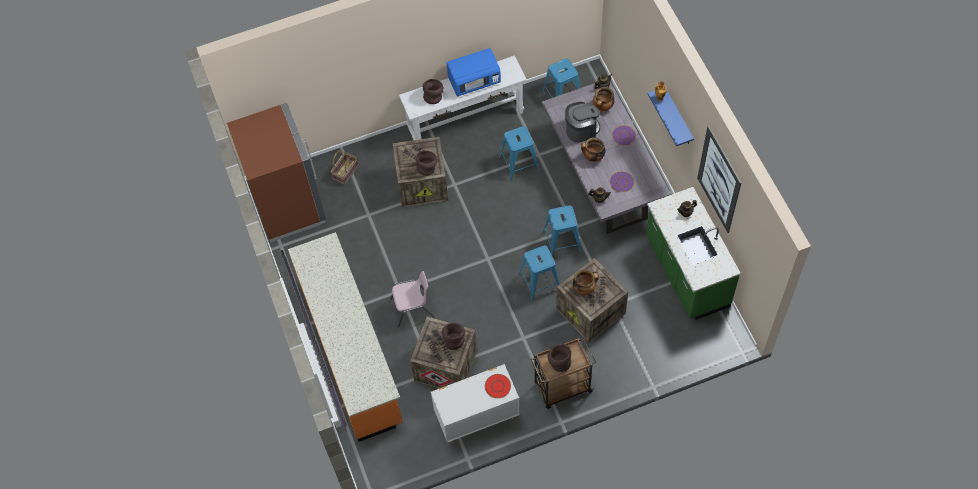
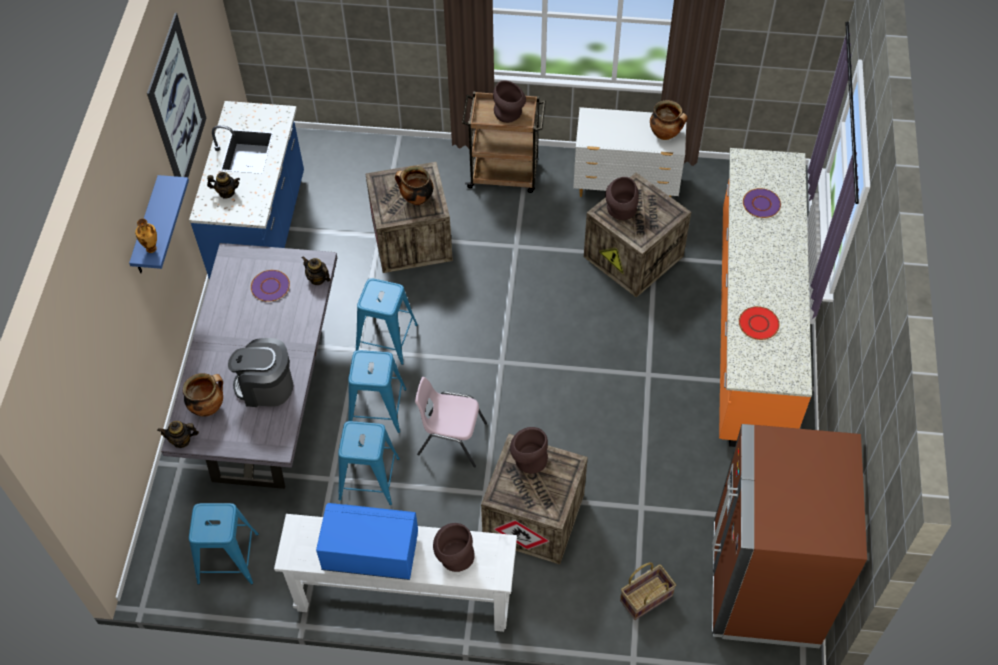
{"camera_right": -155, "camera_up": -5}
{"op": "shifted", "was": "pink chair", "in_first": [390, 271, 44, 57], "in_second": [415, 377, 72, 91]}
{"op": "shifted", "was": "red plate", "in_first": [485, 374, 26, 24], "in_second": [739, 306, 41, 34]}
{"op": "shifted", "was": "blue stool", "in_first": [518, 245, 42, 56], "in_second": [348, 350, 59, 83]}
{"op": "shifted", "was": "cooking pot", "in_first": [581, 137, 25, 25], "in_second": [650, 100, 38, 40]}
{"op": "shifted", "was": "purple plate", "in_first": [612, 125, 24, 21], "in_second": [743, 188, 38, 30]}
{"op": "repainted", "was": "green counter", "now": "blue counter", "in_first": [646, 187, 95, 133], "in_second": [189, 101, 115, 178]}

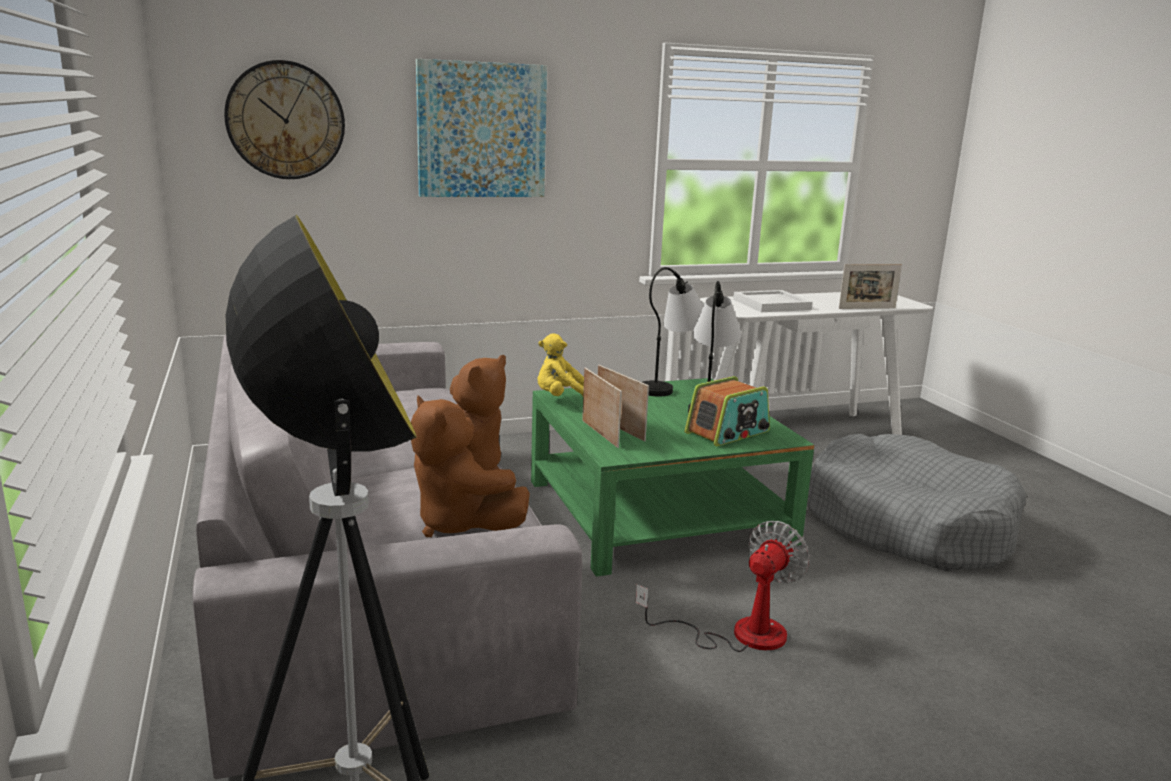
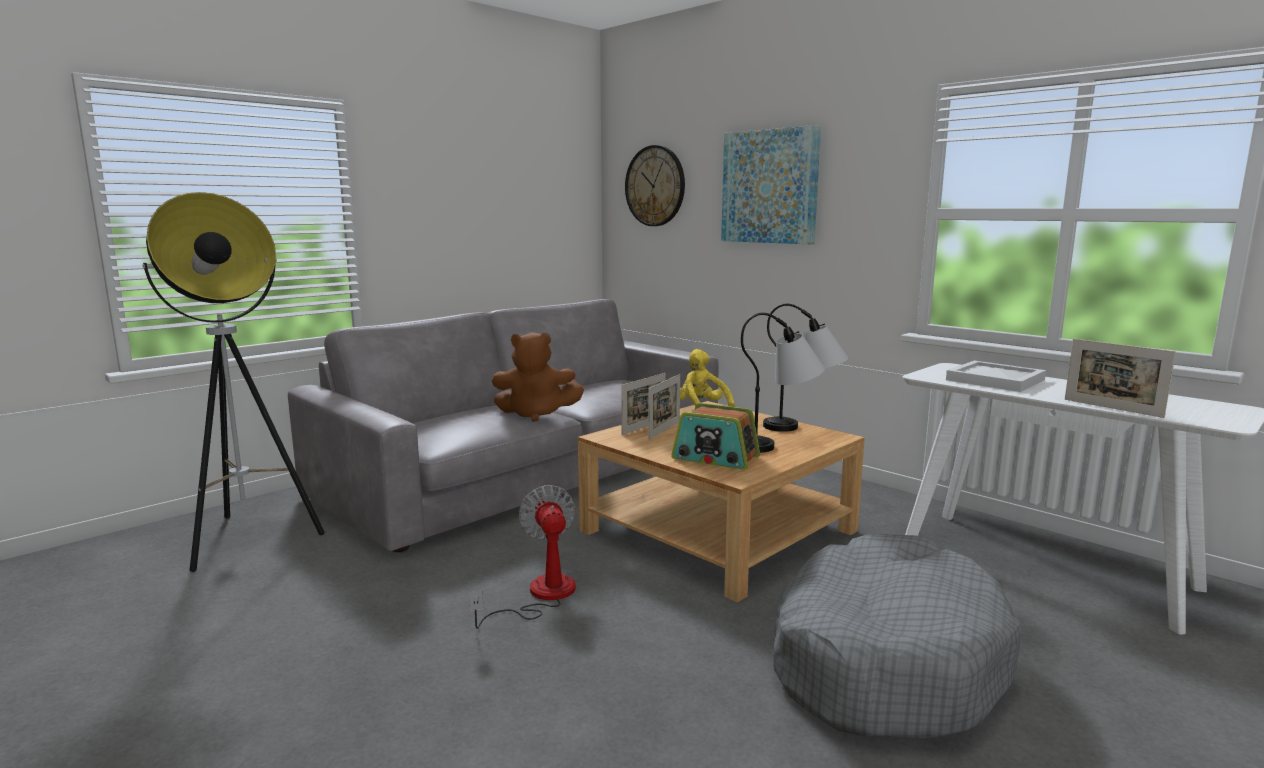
{"camera_right": 65, "camera_up": -5}
{"op": "gone", "was": "brown plush toy", "in_first": [411, 396, 119, 141]}
{"op": "repainted", "was": "green coffee table", "now": "beige coffee table", "in_first": [531, 378, 283, 199], "in_second": [578, 401, 287, 202]}
{"op": "rotated", "was": "fan", "in_first": [635, 521, 175, 131], "in_second": [468, 485, 108, 144], "clockwise": -120}

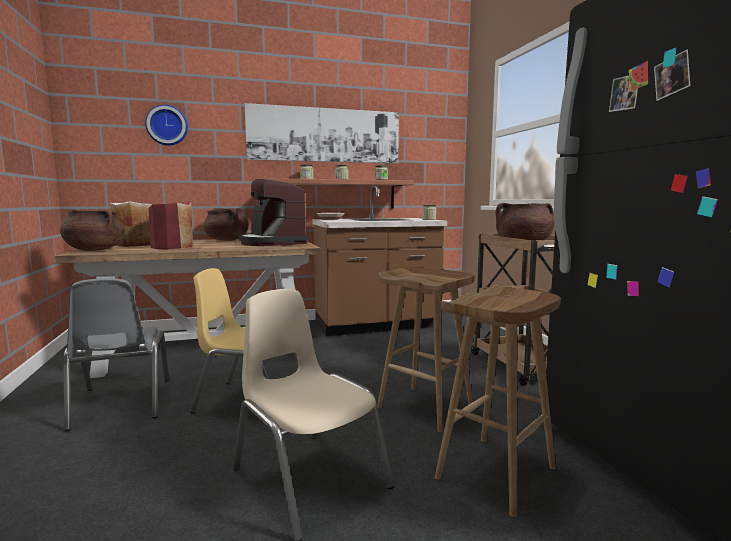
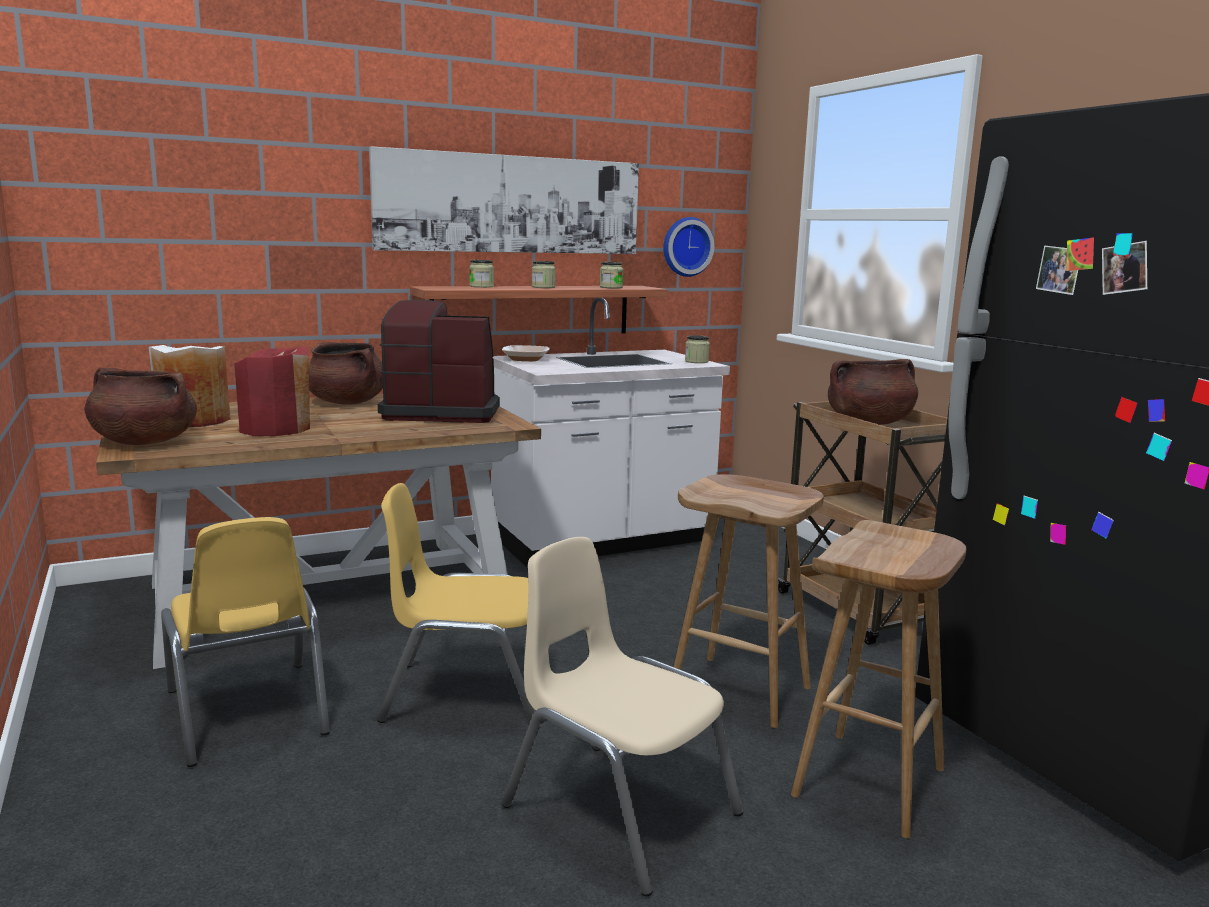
{"camera_right": -10, "camera_up": 5}
{"op": "shifted", "was": "wall clock", "in_first": [145, 105, 43, 41], "in_second": [663, 217, 51, 60]}
{"op": "repainted", "was": "grey chair", "now": "yellow chair", "in_first": [63, 278, 106, 153], "in_second": [161, 517, 169, 250]}
{"op": "repainted", "was": "brown counter", "now": "white counter", "in_first": [312, 185, 135, 151], "in_second": [491, 298, 239, 269]}
{"op": "rotated", "was": "coffee machine", "in_first": [239, 179, 69, 67], "in_second": [378, 300, 122, 123], "clockwise": 135}

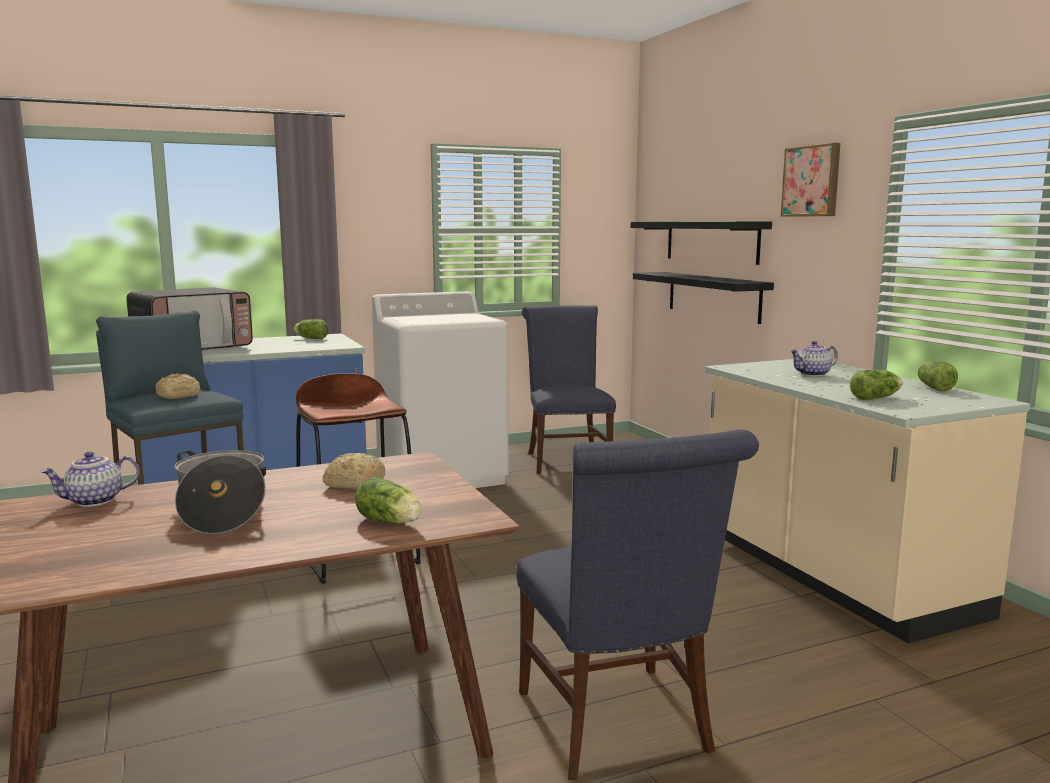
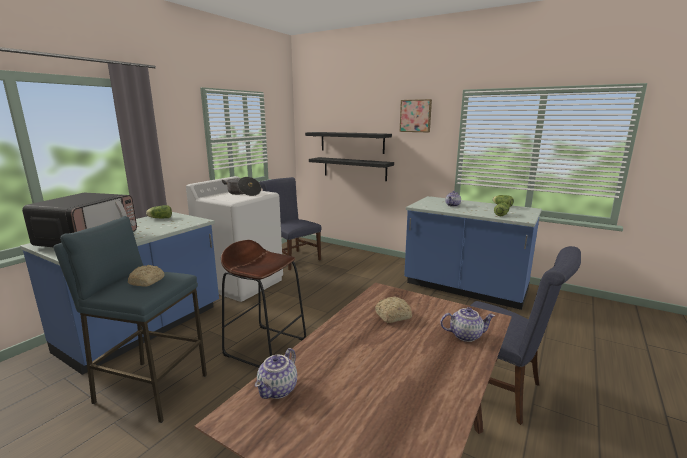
{"camera_right": -35, "camera_up": 5}
{"op": "shifted", "was": "cooking pot", "in_first": [174, 450, 92, 84], "in_second": [222, 177, 39, 19]}
{"op": "swapped", "was": "lettuce", "now": "teapot", "in_first": [355, 477, 66, 47], "in_second": [440, 307, 55, 35]}
{"op": "repainted", "was": "beige counter", "now": "blue counter", "in_first": [705, 359, 325, 284], "in_second": [404, 196, 138, 114]}

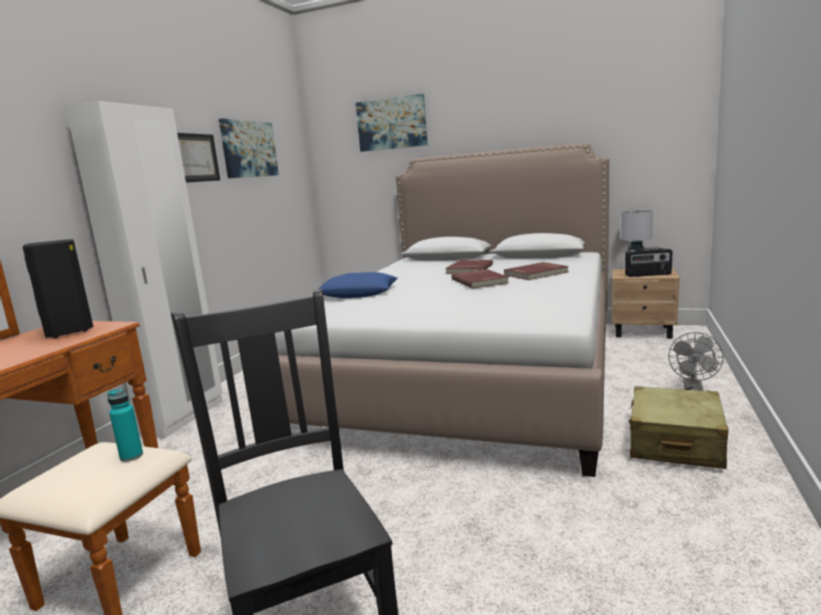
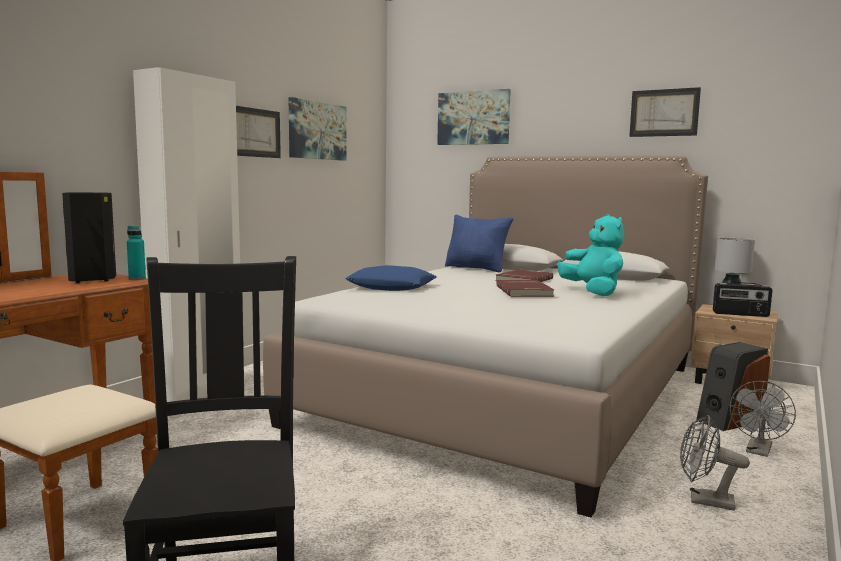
{"camera_right": 10, "camera_up": -5}
{"op": "new", "now": "blue pillow", "in_second": [445, 215, 69, 57]}
{"op": "new", "now": "picture", "in_second": [629, 87, 72, 50]}
{"op": "new", "now": "speaker", "in_second": [696, 342, 74, 89]}
{"op": "shifted", "was": "turquoise bottle", "in_first": [107, 389, 36, 73], "in_second": [127, 226, 19, 54]}
{"op": "swapped", "was": "red book", "now": "turquoise plush toy", "in_first": [504, 262, 65, 18], "in_second": [557, 214, 67, 82]}
{"op": "swapped", "was": "beige suitcase", "now": "grey fan", "in_first": [629, 386, 100, 83], "in_second": [680, 415, 70, 96]}

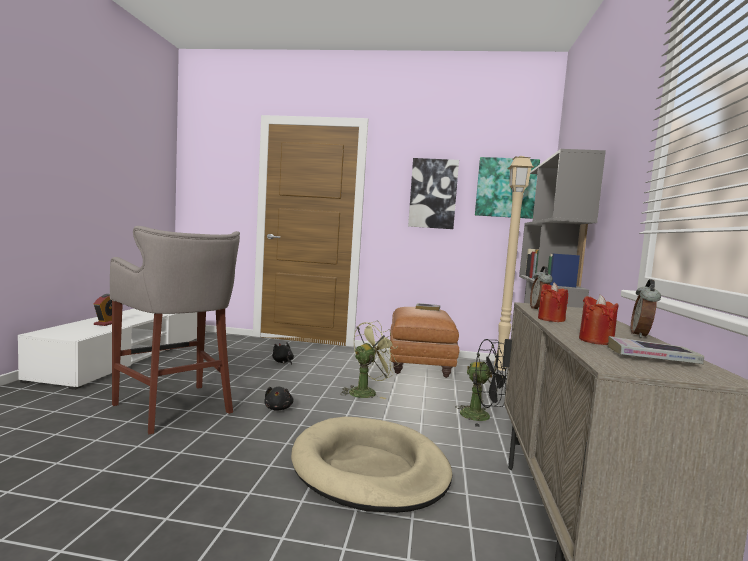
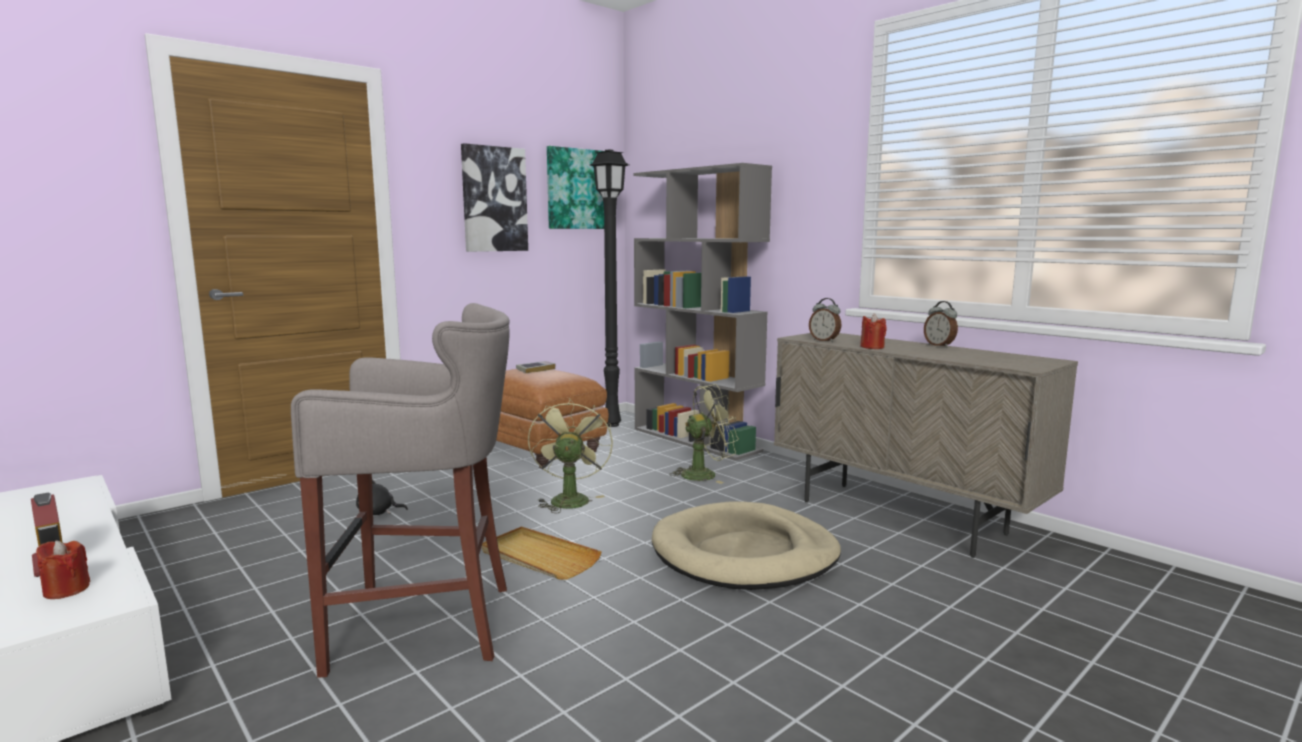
{"camera_right": -50, "camera_up": 5}
{"op": "gone", "was": "book", "in_first": [608, 336, 96, 28]}
{"op": "shifted", "was": "red candle", "in_first": [579, 295, 39, 50], "in_second": [36, 540, 54, 59]}
{"op": "swapped", "was": "black plush toy", "now": "beige tray", "in_first": [264, 387, 30, 24], "in_second": [482, 526, 120, 54]}
{"op": "repainted", "was": "black fan", "now": "green fan", "in_first": [455, 339, 52, 88], "in_second": [669, 384, 70, 100]}
{"op": "repainted", "was": "beige floor lamp", "now": "black floor lamp", "in_first": [494, 156, 41, 215], "in_second": [590, 149, 39, 278]}

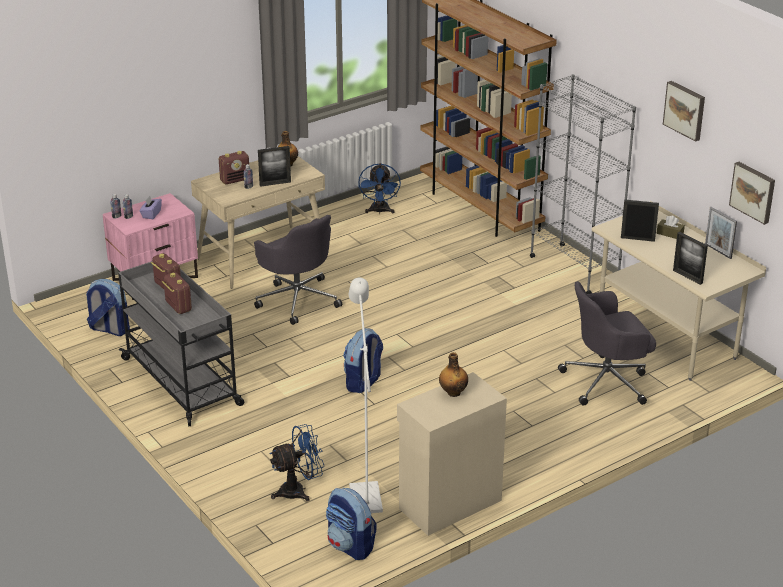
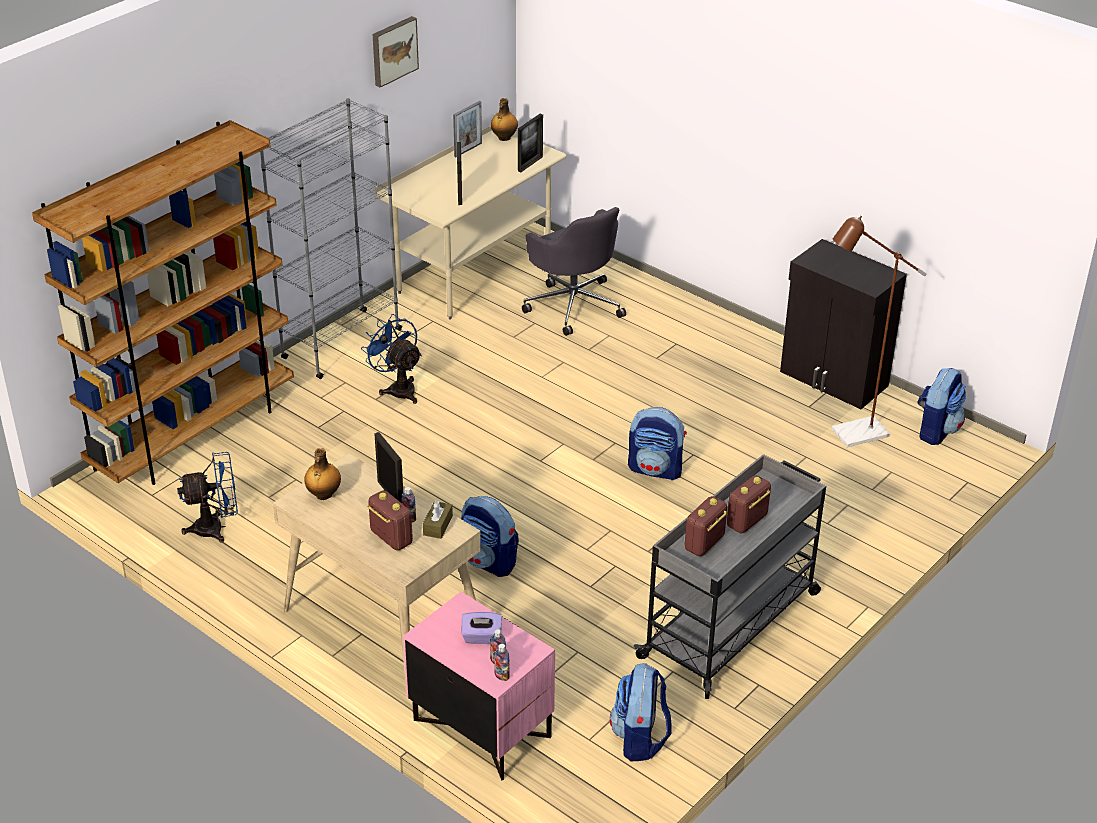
{"camera_right": -105, "camera_up": 5}
{"op": "gone", "was": "picture", "in_first": [729, 162, 46, 63]}
{"op": "shifted", "was": "blue fan", "in_first": [270, 424, 54, 78], "in_second": [361, 314, 61, 90]}
{"op": "shifted", "was": "bottle", "in_first": [439, 352, 29, 45], "in_second": [491, 98, 27, 43]}
{"op": "shifted", "was": "brown tissue box", "in_first": [657, 215, 28, 24], "in_second": [423, 500, 30, 39]}
{"op": "swapped", "was": "grey office chair", "now": "backpack", "in_first": [254, 215, 88, 110], "in_second": [461, 496, 58, 81]}
{"op": "repainted", "was": "white floor lamp", "now": "brown floor lamp", "in_first": [349, 278, 34, 235], "in_second": [832, 216, 95, 232]}
{"op": "repainted", "was": "beige cabinet", "now": "black cabinet", "in_first": [397, 372, 110, 164], "in_second": [780, 239, 127, 170]}

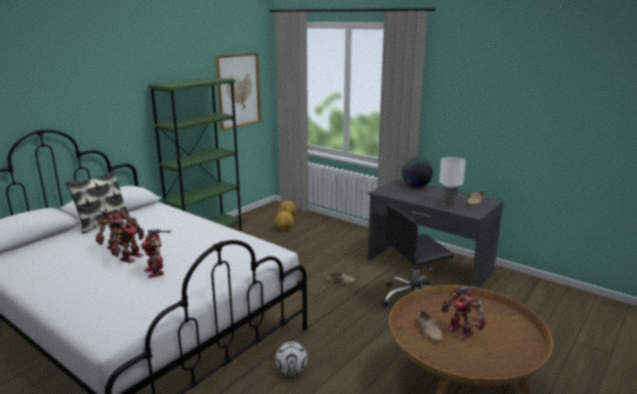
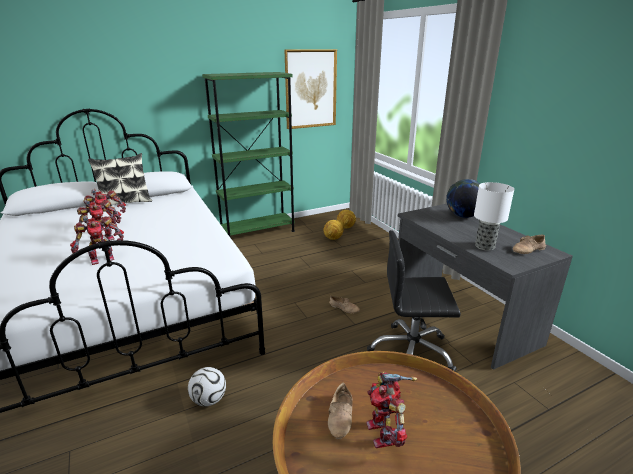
{"camera_right": 25, "camera_up": 5}
{"op": "rotated", "was": "toy robot", "in_first": [141, 229, 31, 49], "in_second": [70, 215, 54, 50], "clockwise": -120}

